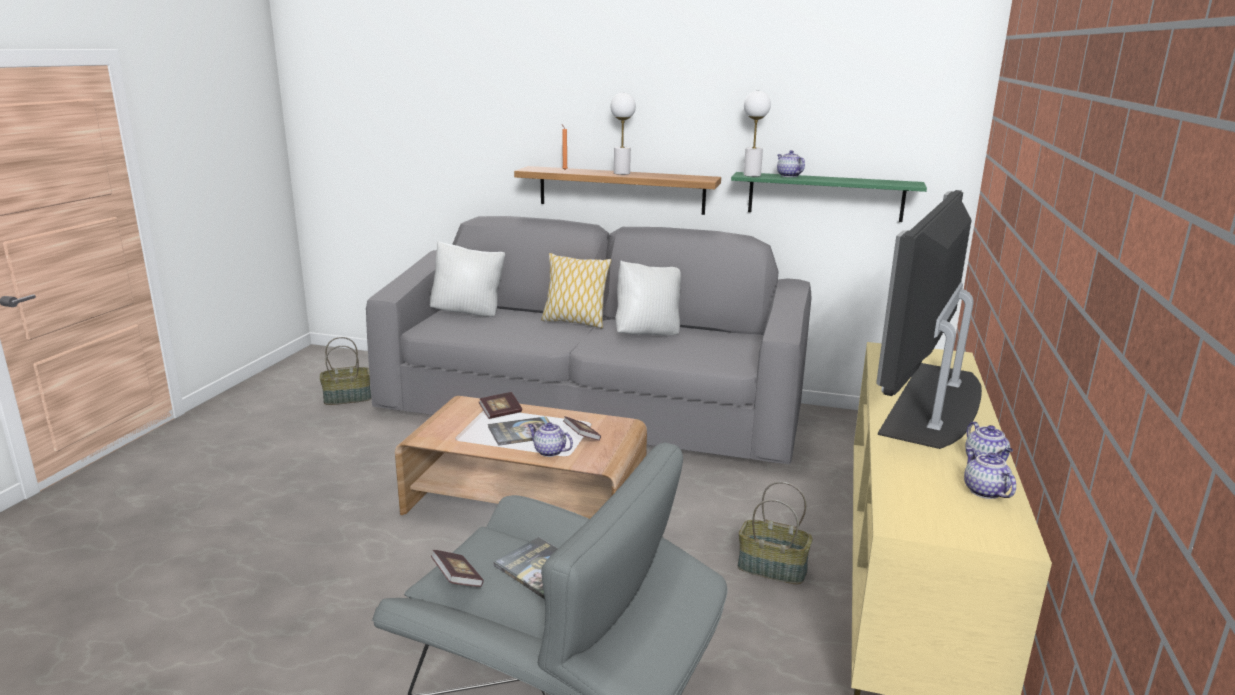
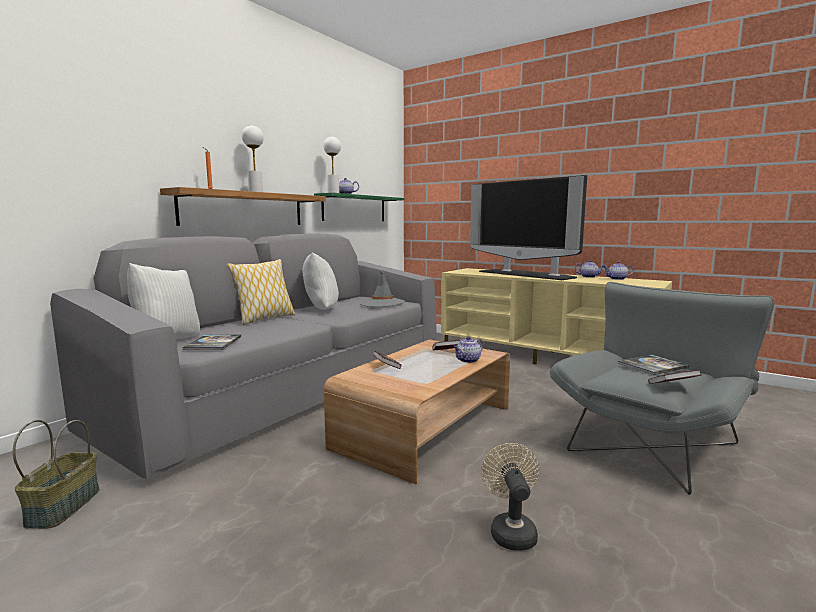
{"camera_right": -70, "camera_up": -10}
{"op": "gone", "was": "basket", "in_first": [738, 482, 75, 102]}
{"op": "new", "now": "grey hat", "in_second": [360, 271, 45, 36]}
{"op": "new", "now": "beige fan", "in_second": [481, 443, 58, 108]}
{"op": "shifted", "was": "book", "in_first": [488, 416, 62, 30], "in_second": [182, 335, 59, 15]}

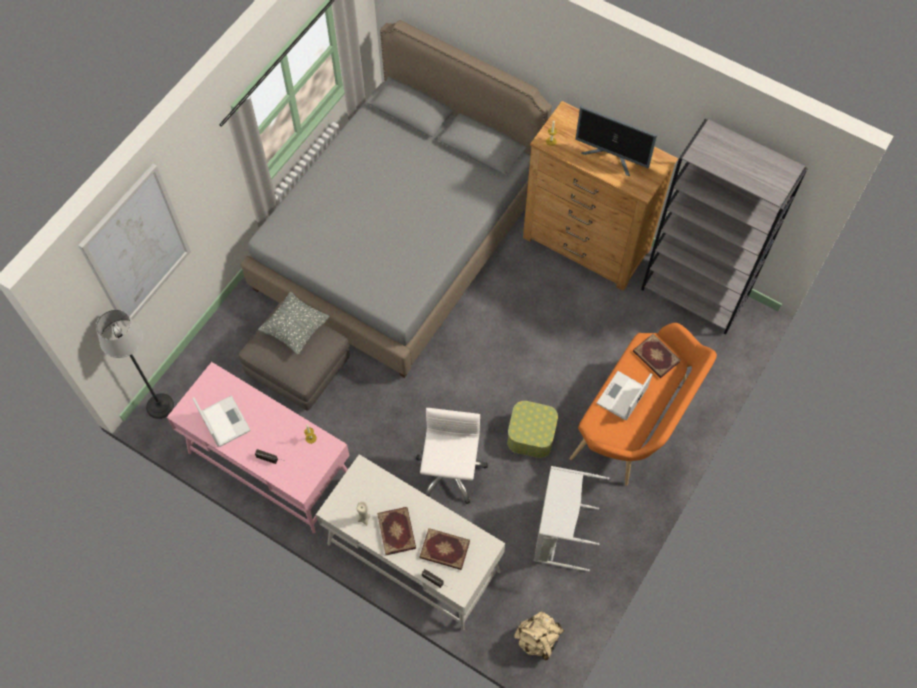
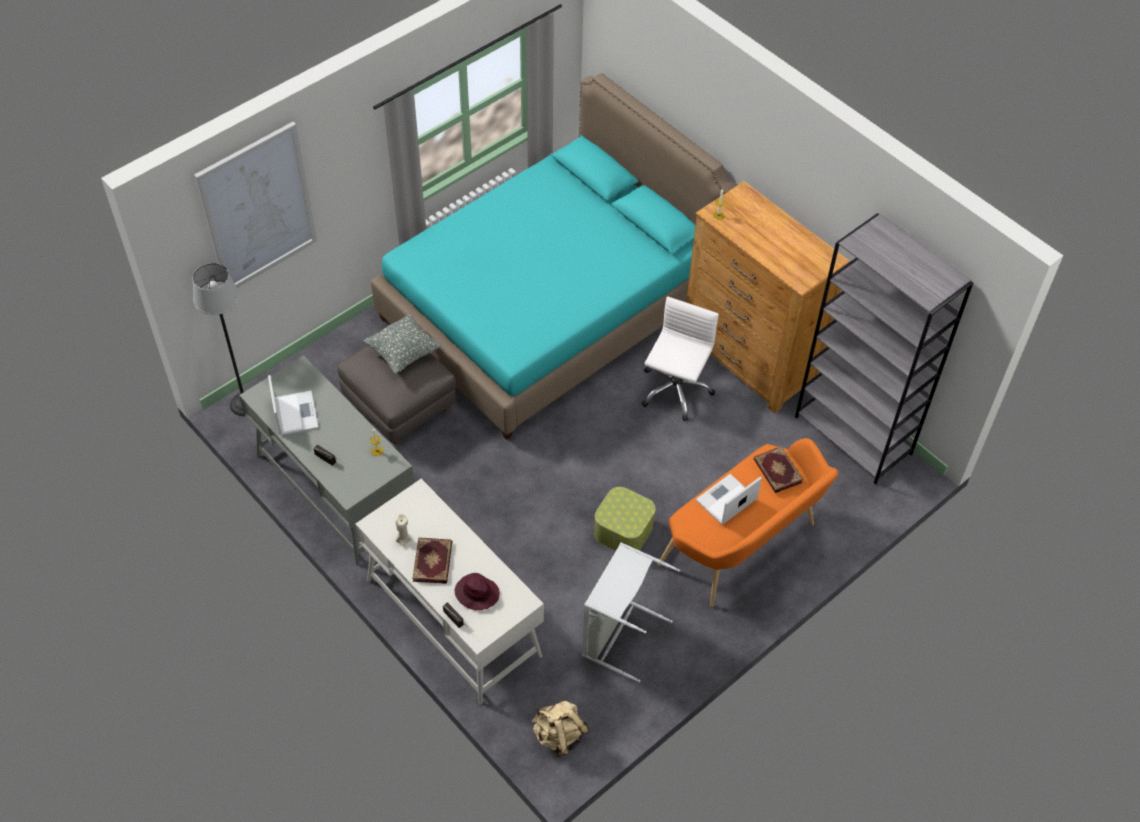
{"camera_right": 15, "camera_up": -10}
{"op": "gone", "was": "monitor", "in_first": [575, 106, 82, 70]}
{"op": "shifted", "was": "white office chair", "in_first": [416, 408, 72, 96], "in_second": [641, 297, 78, 124]}
{"op": "swapped", "was": "book", "now": "purple hat", "in_first": [420, 528, 50, 42], "in_second": [455, 573, 45, 37]}
{"op": "repainted", "was": "pink desk", "now": "grey desk", "in_first": [167, 362, 183, 171], "in_second": [239, 355, 175, 211]}
{"op": "repainted", "was": "grey bed", "now": "turquoise bed", "in_first": [241, 20, 311, 358], "in_second": [371, 73, 364, 367]}

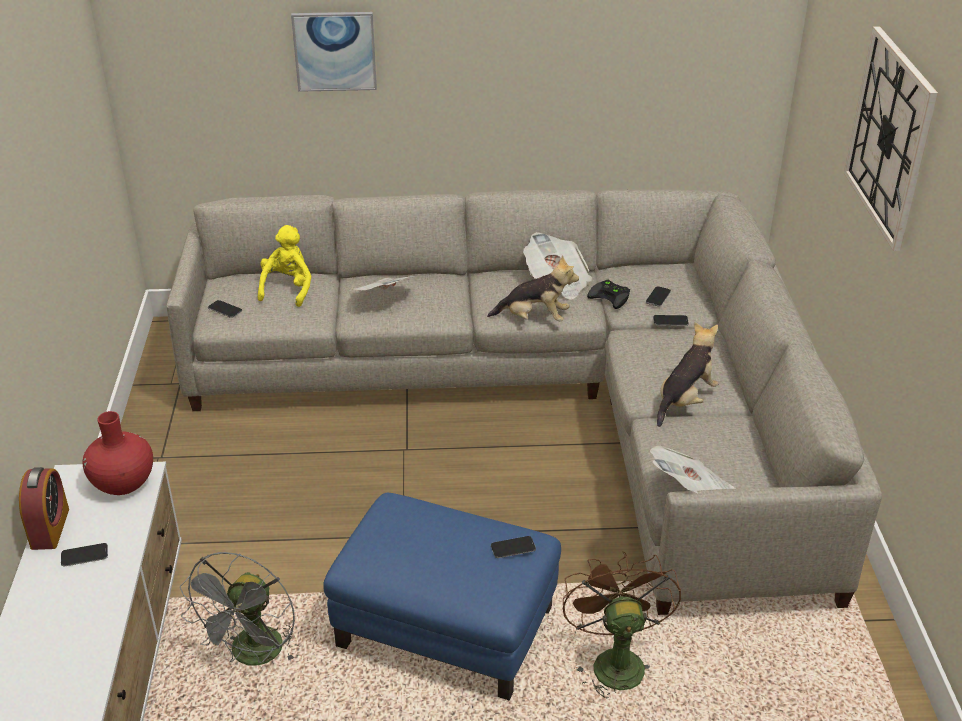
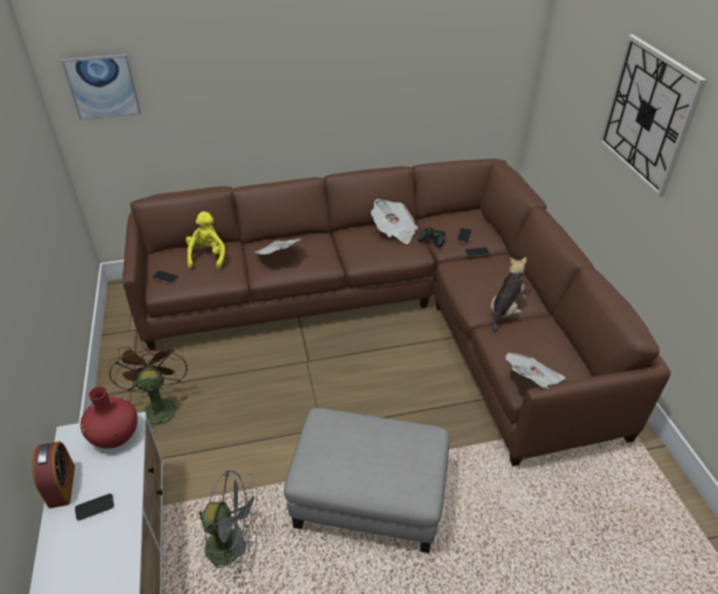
{"camera_right": -10, "camera_up": 5}
{"op": "gone", "was": "plush toy", "in_first": [487, 255, 92, 66]}
{"op": "gone", "was": "phone", "in_first": [491, 536, 45, 22]}
{"op": "shifted", "was": "picture", "in_first": [291, 12, 86, 80], "in_second": [62, 54, 79, 66]}
{"op": "shifted", "was": "brown fan", "in_first": [563, 551, 118, 147], "in_second": [109, 340, 79, 94]}
{"op": "repainted", "was": "grey sofa", "now": "brown sofa", "in_first": [167, 189, 715, 426], "in_second": [122, 159, 549, 307]}
{"op": "repainted", "was": "blue ottoman", "now": "grey ottoman", "in_first": [323, 493, 238, 207], "in_second": [284, 408, 165, 145]}
{"op": "rotated", "was": "grey fan", "in_first": [180, 552, 118, 114], "in_second": [199, 470, 62, 98], "clockwise": -90}

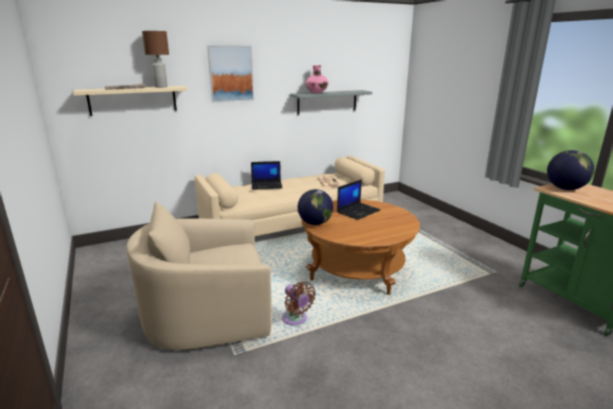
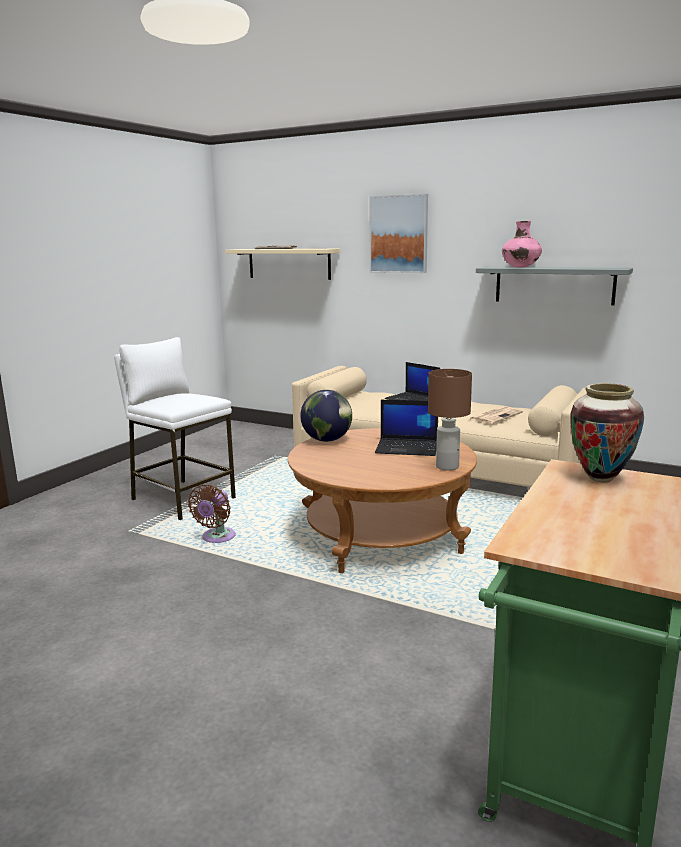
{"camera_right": 55, "camera_up": -5}
{"op": "shifted", "was": "brown table lamp", "in_first": [142, 31, 27, 57], "in_second": [428, 369, 44, 102]}
{"op": "swapped", "was": "beige armchair", "now": "white stool", "in_first": [126, 201, 146, 149], "in_second": [114, 337, 122, 183]}
{"op": "swapped", "was": "globe", "now": "vase", "in_first": [547, 150, 47, 40], "in_second": [570, 383, 74, 99]}

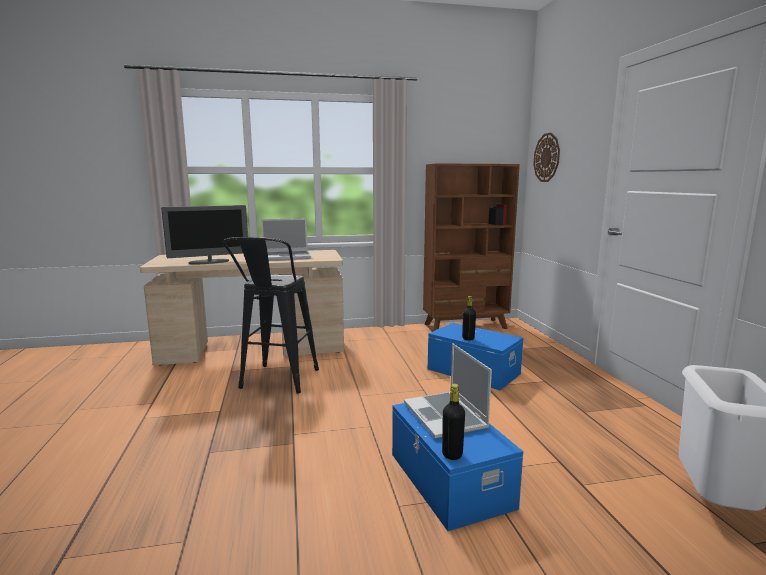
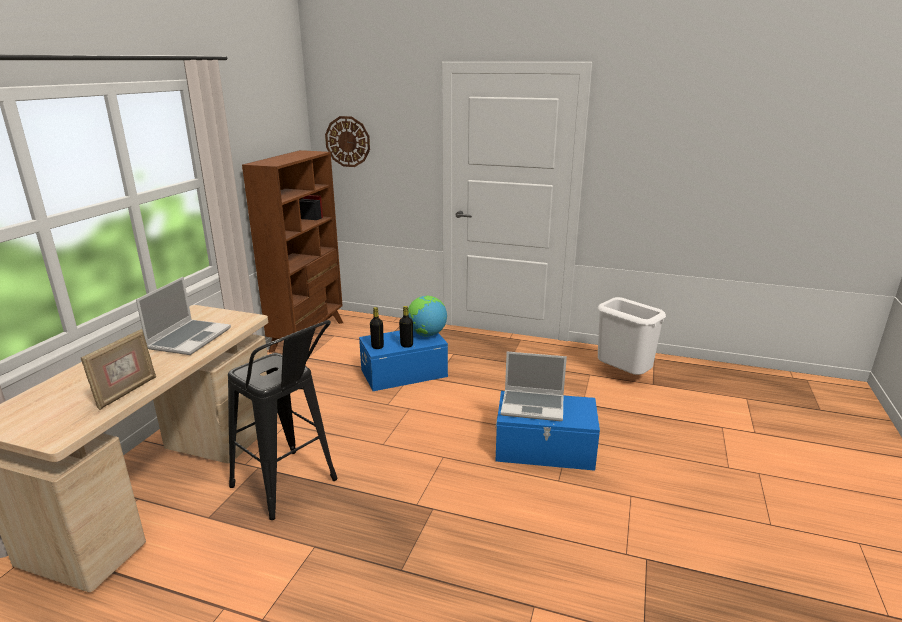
{"camera_right": -60, "camera_up": 10}
{"op": "new", "now": "globe", "in_second": [408, 296, 39, 41]}
{"op": "shifted", "was": "black bottle", "in_first": [442, 384, 23, 76], "in_second": [370, 307, 14, 42]}
{"op": "swapped", "was": "monitor", "now": "picture frame", "in_first": [161, 205, 87, 59], "in_second": [81, 329, 75, 81]}

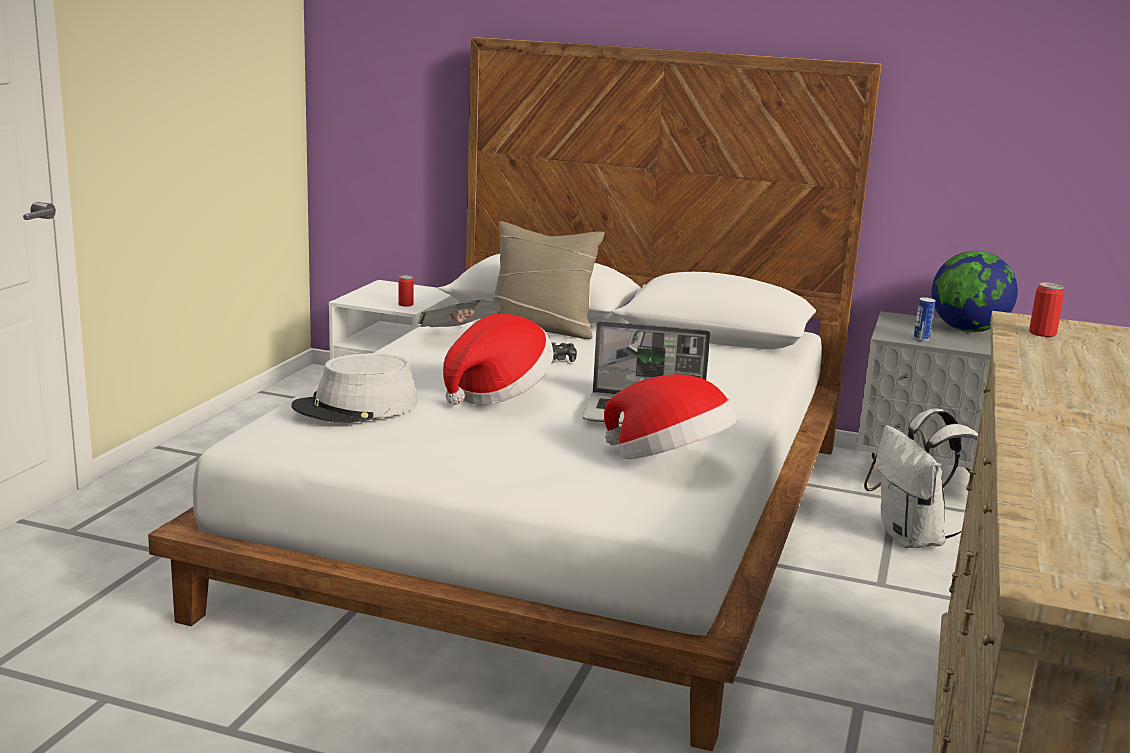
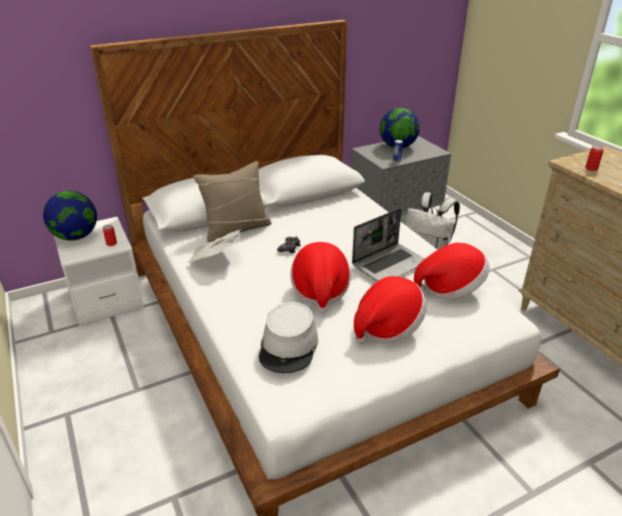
{"camera_right": -45, "camera_up": 15}
{"op": "new", "now": "globe", "in_second": [43, 191, 54, 50]}
{"op": "new", "now": "hat", "in_second": [354, 276, 73, 68]}

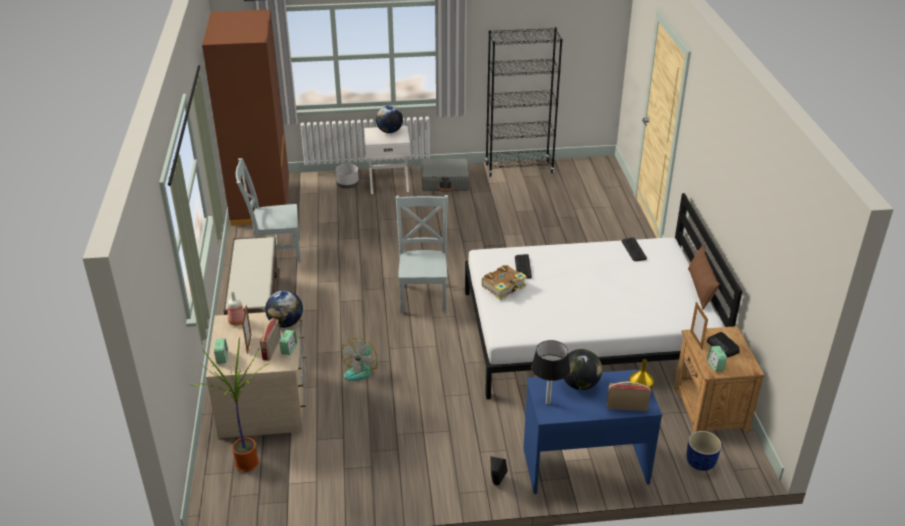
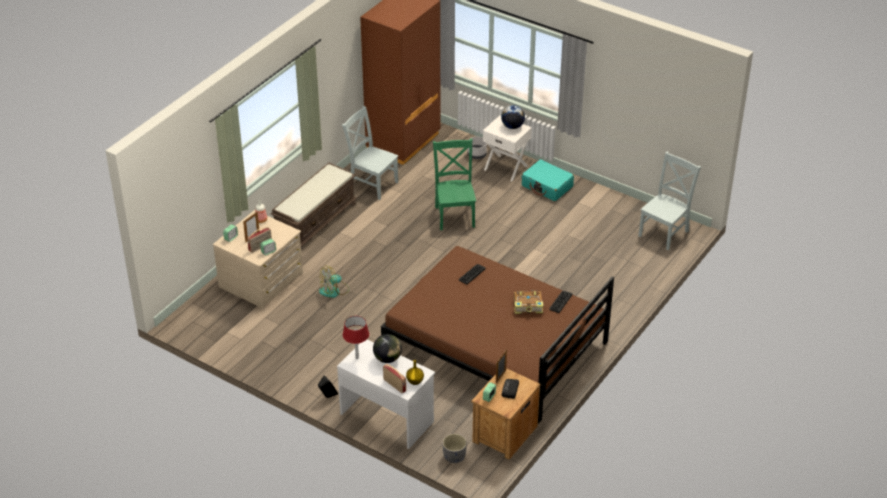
{"camera_right": 40, "camera_up": 5}
{"op": "gone", "was": "potted plant", "in_first": [191, 337, 77, 135]}
{"op": "gone", "was": "globe", "in_first": [265, 290, 38, 38]}
{"op": "gone", "was": "black bookcase", "in_first": [485, 27, 78, 150]}
{"op": "new", "now": "green chair", "in_second": [433, 138, 43, 92]}
{"op": "shifted", "was": "grey chair", "in_first": [395, 195, 53, 119], "in_second": [638, 151, 63, 99]}
{"op": "shifted", "was": "book", "in_first": [482, 265, 45, 35], "in_second": [514, 291, 29, 23]}
{"op": "repainted", "was": "grey suitcase", "now": "turquoise suitcase", "in_first": [421, 159, 49, 33], "in_second": [522, 159, 52, 42]}
{"op": "repainted", "was": "white bed", "now": "brown bed", "in_first": [465, 193, 277, 206], "in_second": [381, 246, 233, 178]}
{"op": "repainted", "was": "blue desk", "now": "white desk", "in_first": [523, 369, 139, 125], "in_second": [337, 340, 98, 109]}
{"op": "repainted", "was": "black table lamp", "now": "red table lamp", "in_first": [531, 340, 39, 65], "in_second": [343, 316, 26, 43]}
{"op": "repainted", "was": "blue planter", "now": "grey planter", "in_first": [687, 431, 35, 40], "in_second": [443, 434, 24, 29]}

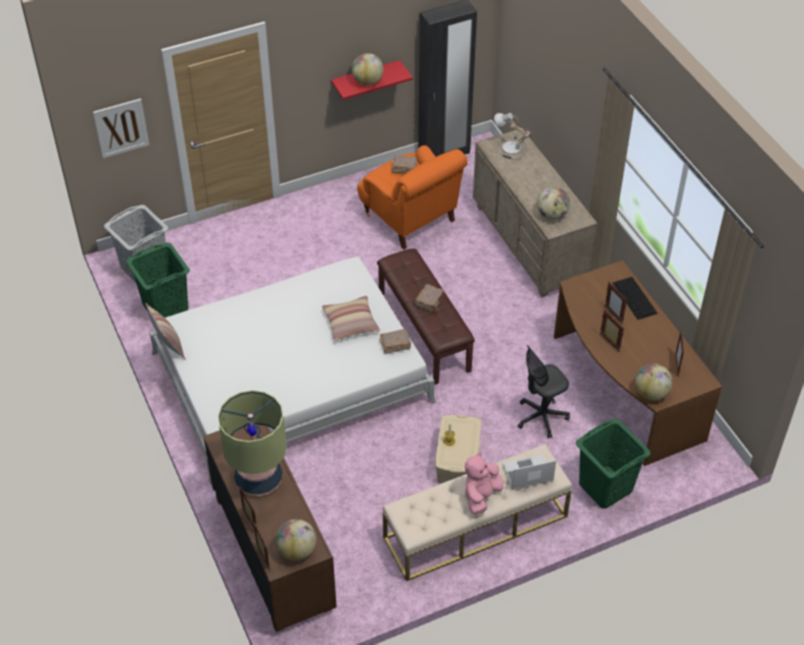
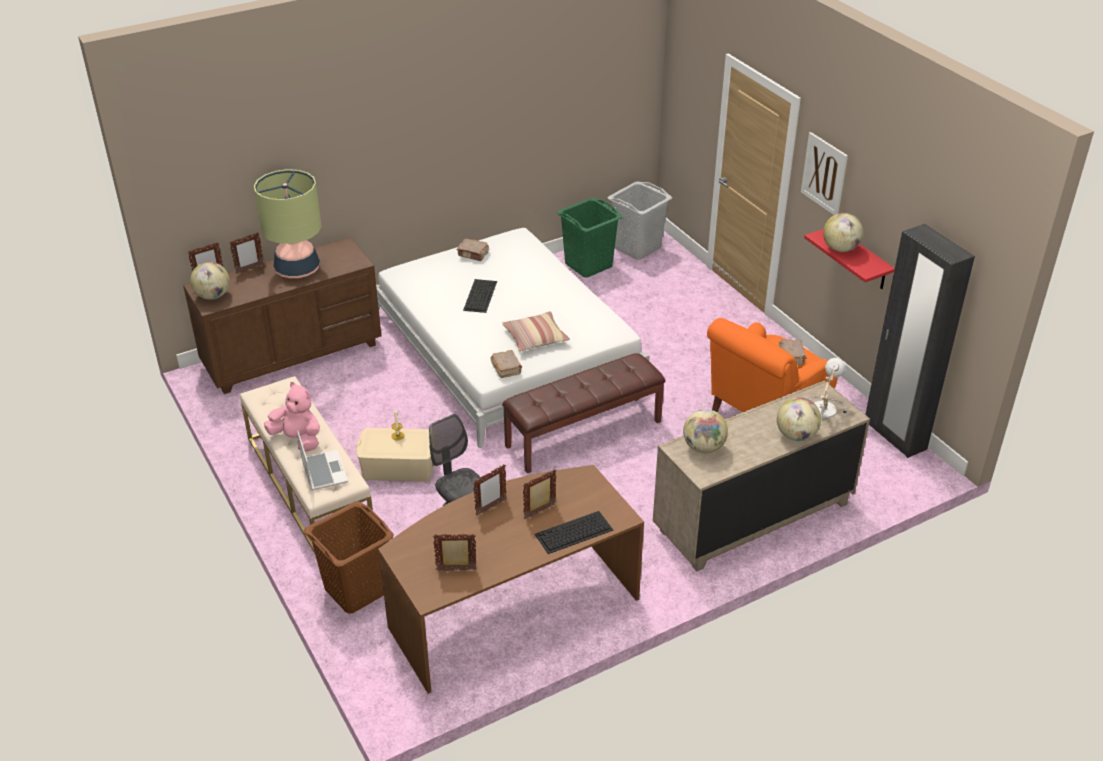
{"camera_right": 85, "camera_up": -10}
{"op": "gone", "was": "pillow", "in_first": [145, 303, 40, 57]}
{"op": "new", "now": "keyboard", "in_second": [463, 279, 34, 34]}
{"op": "shifted", "was": "picture", "in_first": [93, 98, 56, 60], "in_second": [801, 132, 47, 83]}
{"op": "shifted", "was": "brown book", "in_first": [415, 284, 29, 28], "in_second": [457, 239, 32, 22]}
{"op": "shifted", "was": "globe", "in_first": [635, 364, 37, 36], "in_second": [777, 397, 44, 44]}
{"op": "repainted", "was": "green laundry basket", "now": "brown laundry basket", "in_first": [576, 419, 75, 89], "in_second": [304, 501, 90, 112]}

